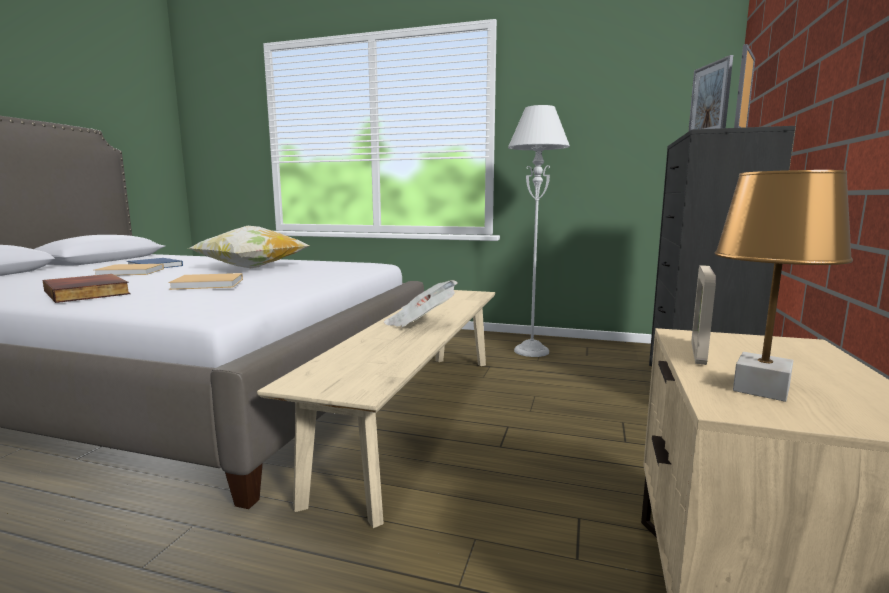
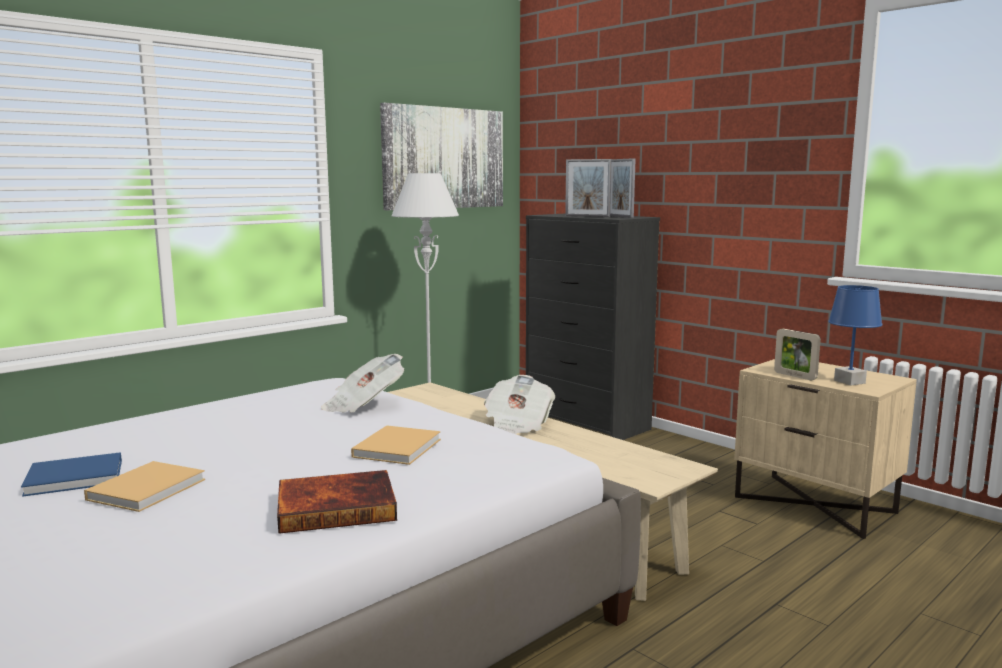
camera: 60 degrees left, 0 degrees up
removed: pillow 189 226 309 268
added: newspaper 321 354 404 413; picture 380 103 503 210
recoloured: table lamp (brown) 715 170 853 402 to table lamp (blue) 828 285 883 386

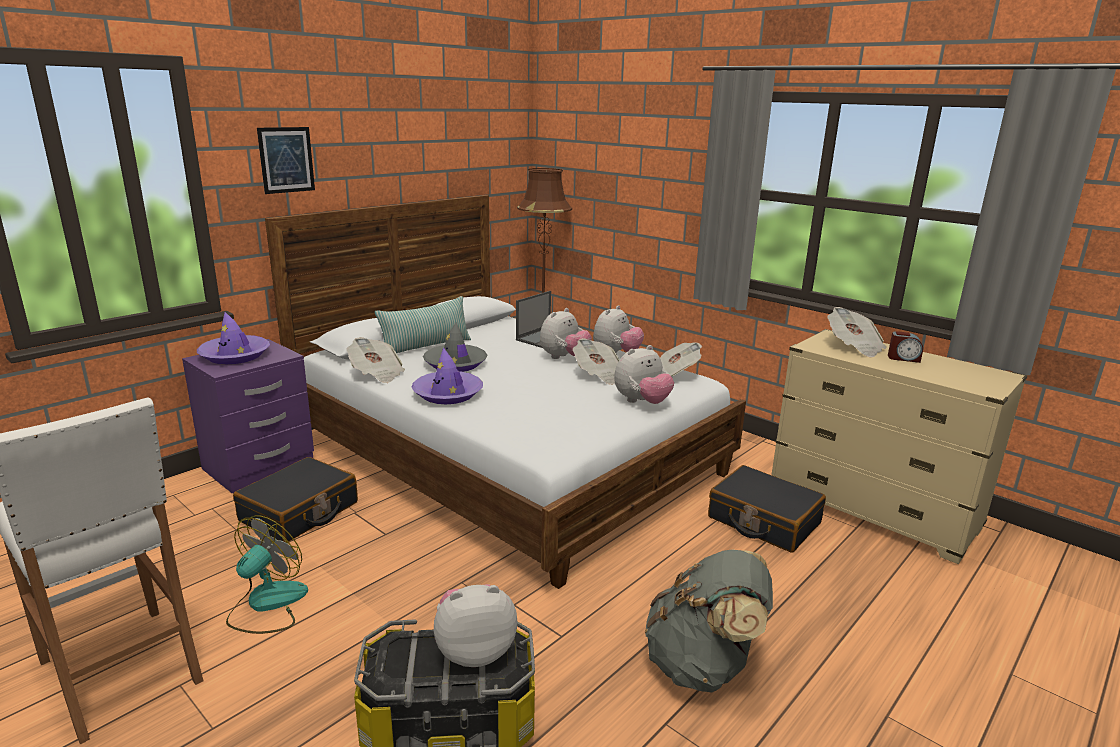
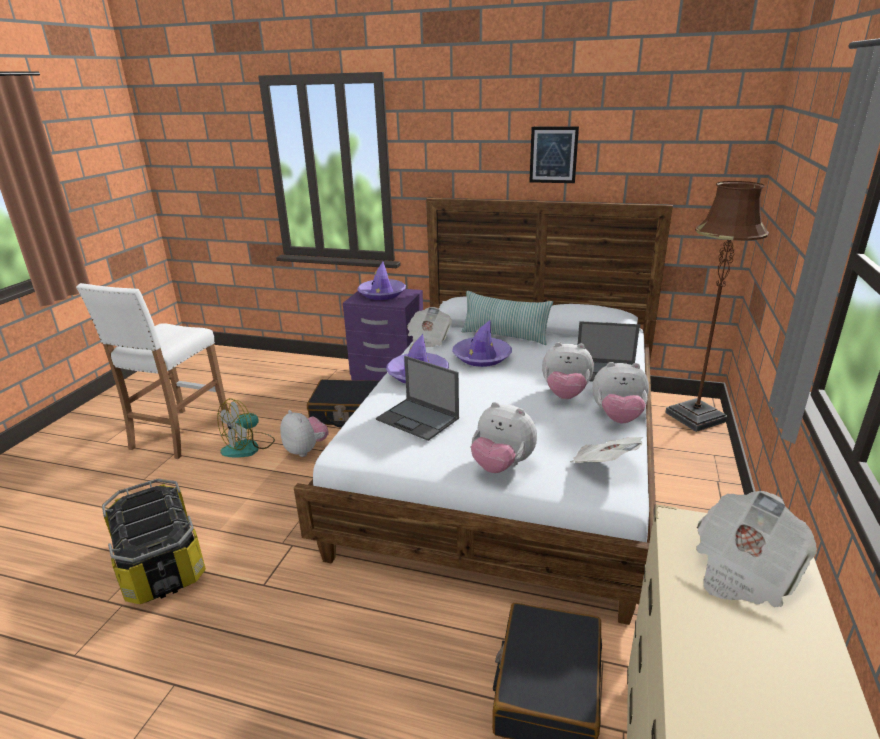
camera: 65 degrees right, 5 degrees up
removed: newspaper 573 338 620 385; backpack (grey) 645 549 773 692; alarm clock 888 331 923 363
added: laptop 376 356 459 441
moved: picture 257 127 315 194 to 529 126 579 183; plush toy 434 584 518 667 to 280 410 329 457
recoloured: hat (grey) 423 322 487 372 to hat (purple) 452 320 512 367
turned: fan 226 516 308 634 = 217 398 275 457 135 degrees clockwise

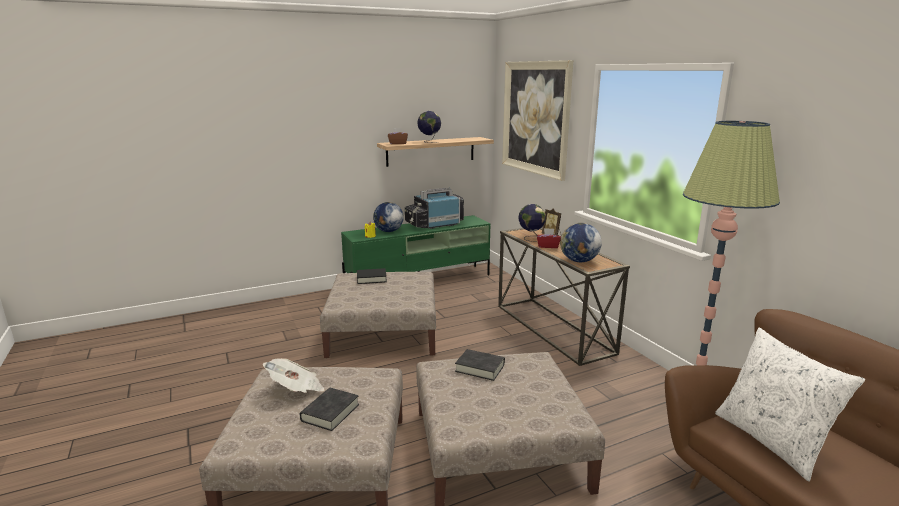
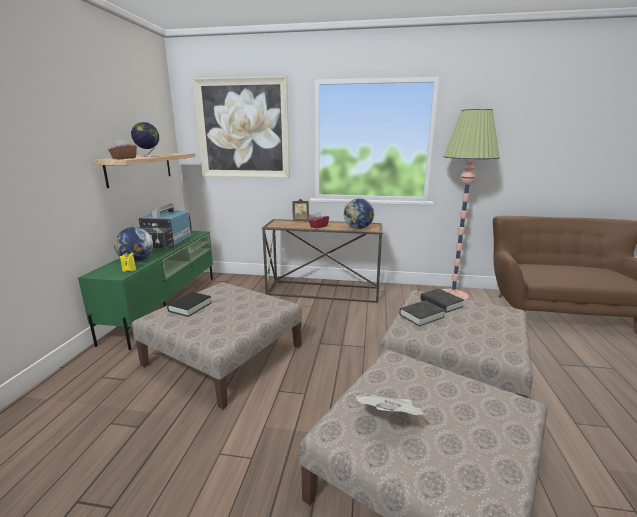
camera: 55 degrees left, 0 degrees up
removed: globe 518 204 546 242; pillow (white) 715 328 865 482
moved: book (black) 300 388 359 431 to 420 288 464 313

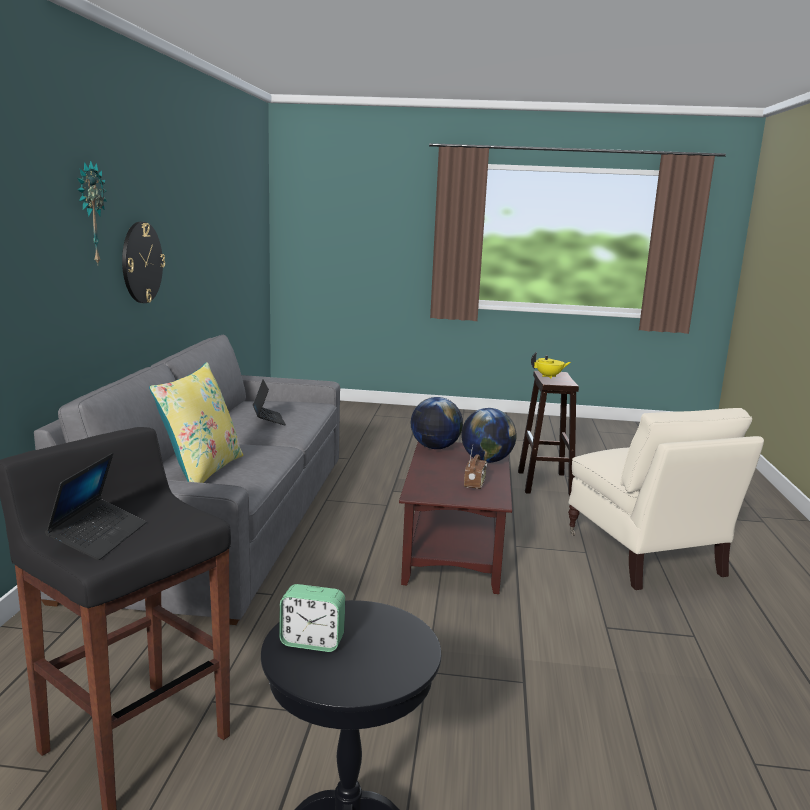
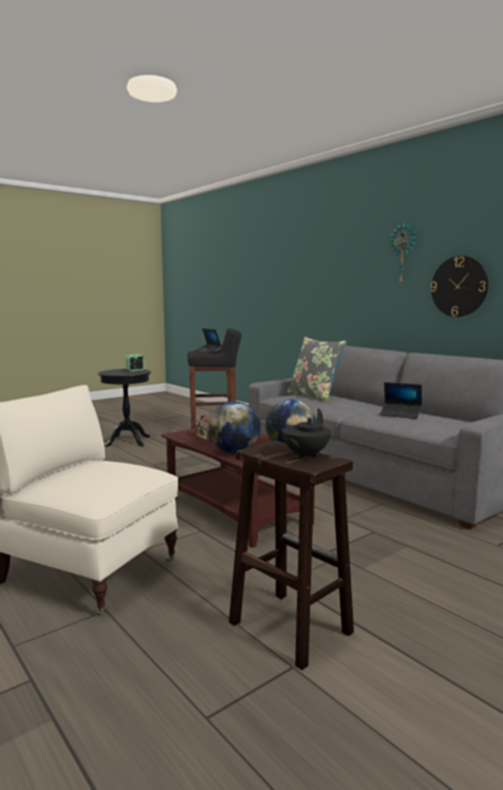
camera: 135 degrees right, 5 degrees down
recoloured: pillow (yellow) 149 362 243 483 to pillow (grey) 287 337 347 402; teapot (yellow) 531 352 571 379 to teapot (black) 282 409 331 458

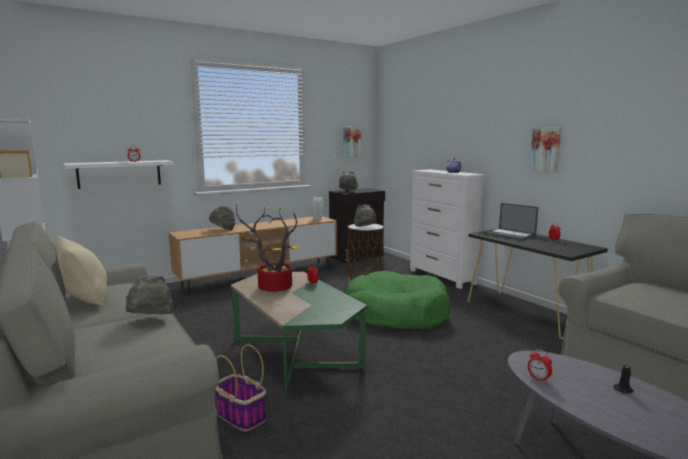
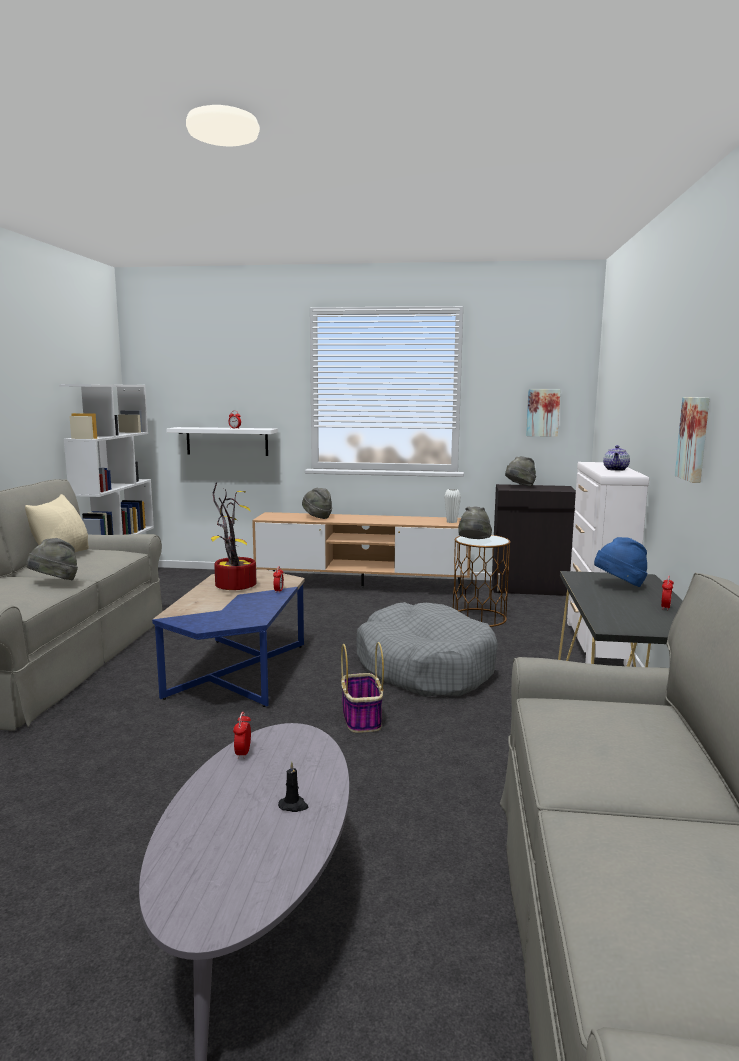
camera: 40 degrees right, 0 degrees up
moved: basket 215 344 266 431 to 341 642 384 733
replaced: laptop 485 203 538 241 to hat (blue) 594 537 647 587
recoloured: coffee table (green) 231 272 367 394 to coffee table (blue) 152 569 305 707; dog bed (green) 345 271 450 329 to dog bed (grey) 356 602 497 697

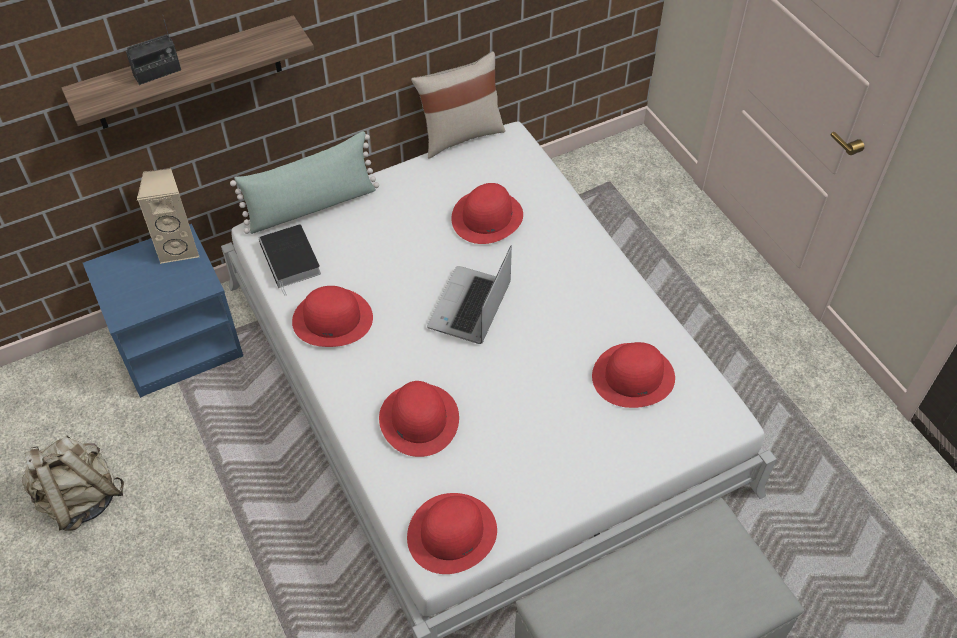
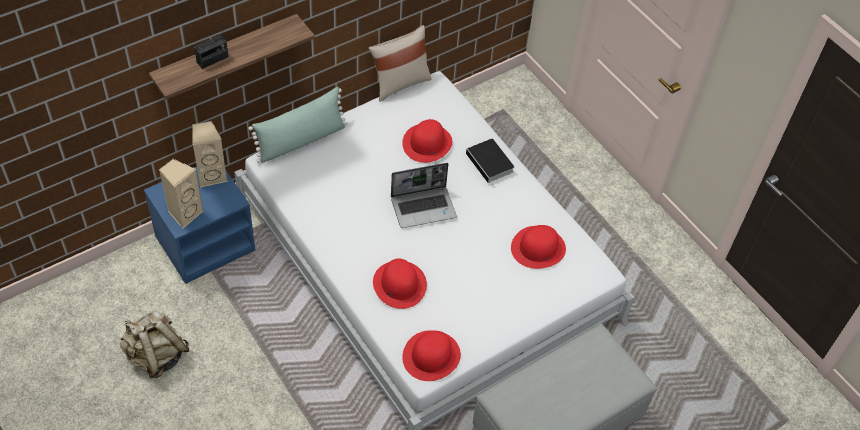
camera: 10 degrees left, 0 degrees up
removed: hat (red) 292 286 373 347
added: speaker (beige) 159 159 203 228
moved: book 258 224 321 296 to 466 138 515 187
turned: laptop 427 245 512 344 = 391 163 457 228 120 degrees counterclockwise

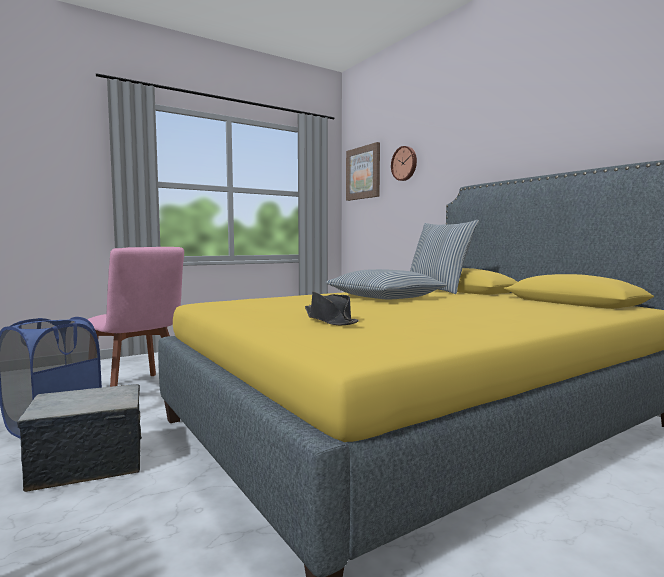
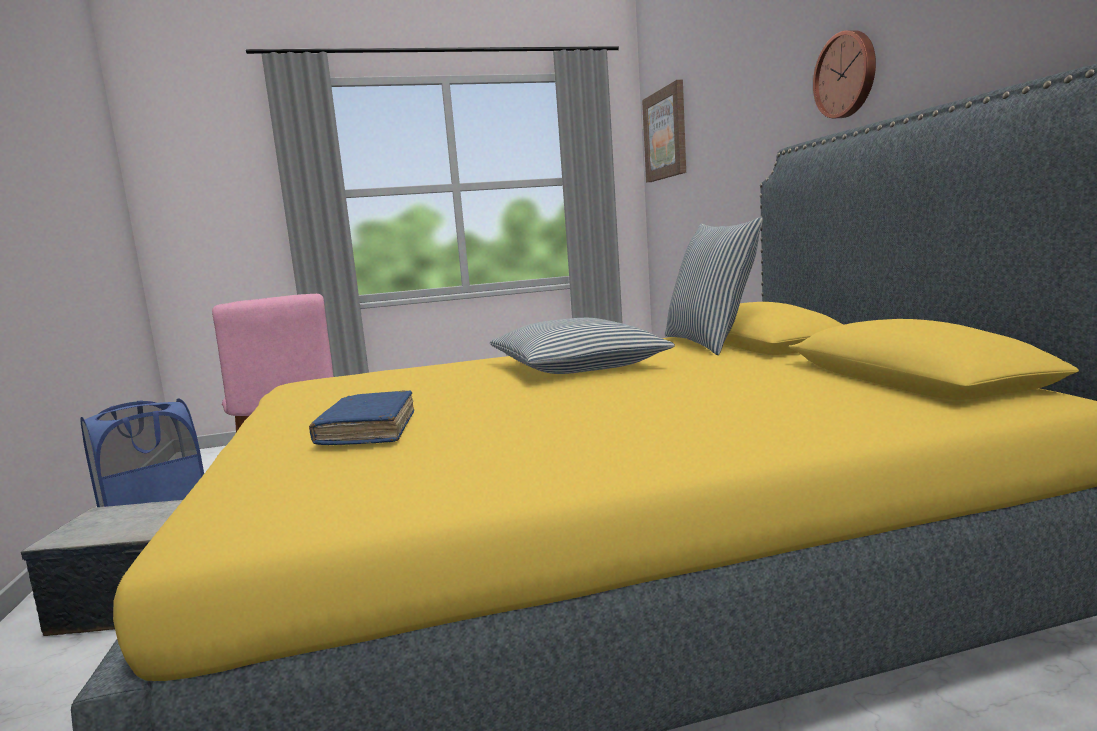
camera: 20 degrees right, 5 degrees up
moved: wall clock 391 146 417 181 to 813 30 876 118
replaced: hat (black) 305 291 359 325 to book (blue) 309 390 414 445

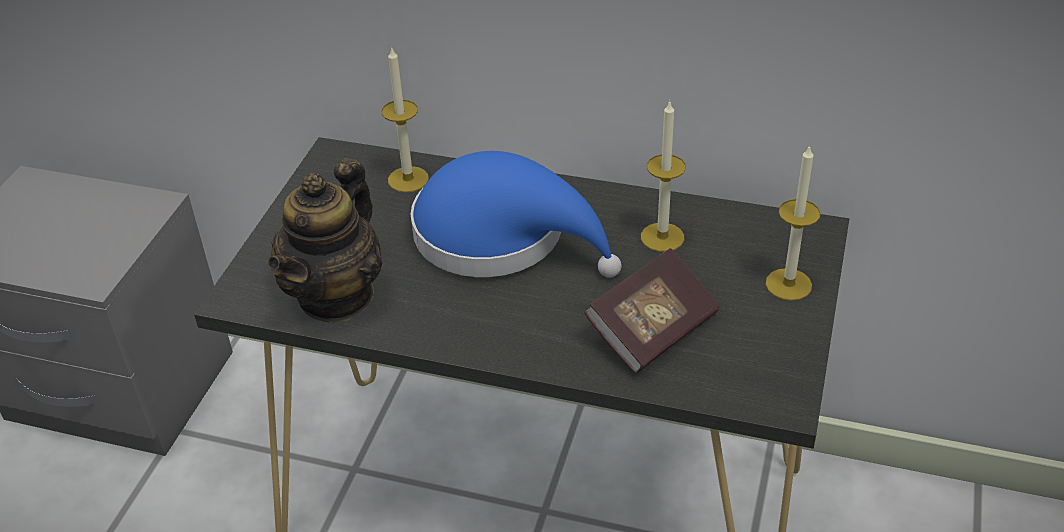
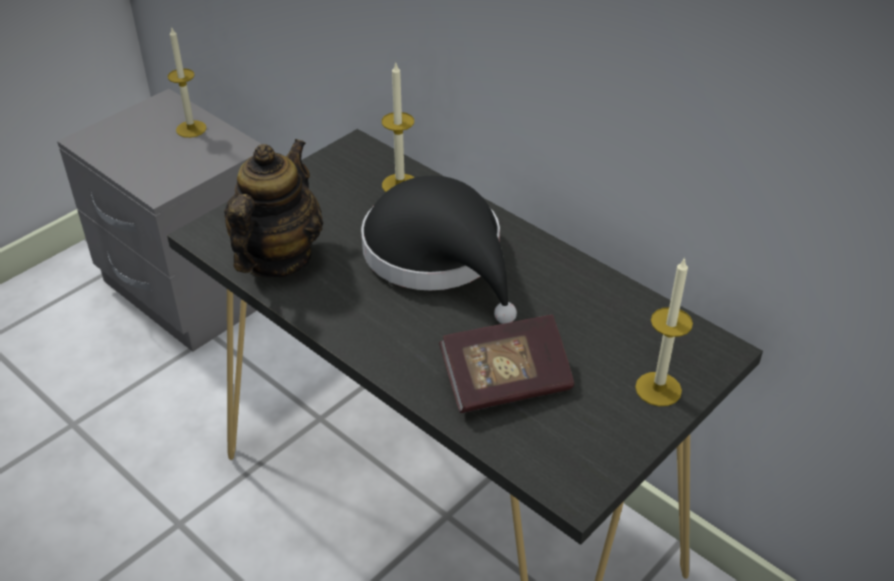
camera: 25 degrees right, 0 degrees up
moved: candle 641 100 686 252 to 168 26 207 138
recoloured: hat (blue) 410 151 622 278 to hat (black) 361 176 517 324
turned: teapot 268 158 383 322 = 224 139 323 278 150 degrees clockwise

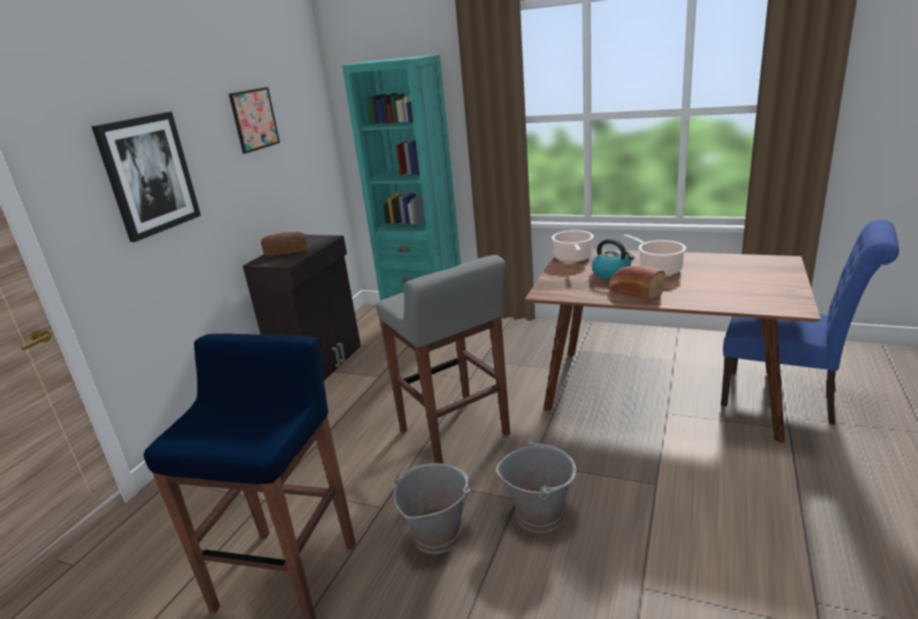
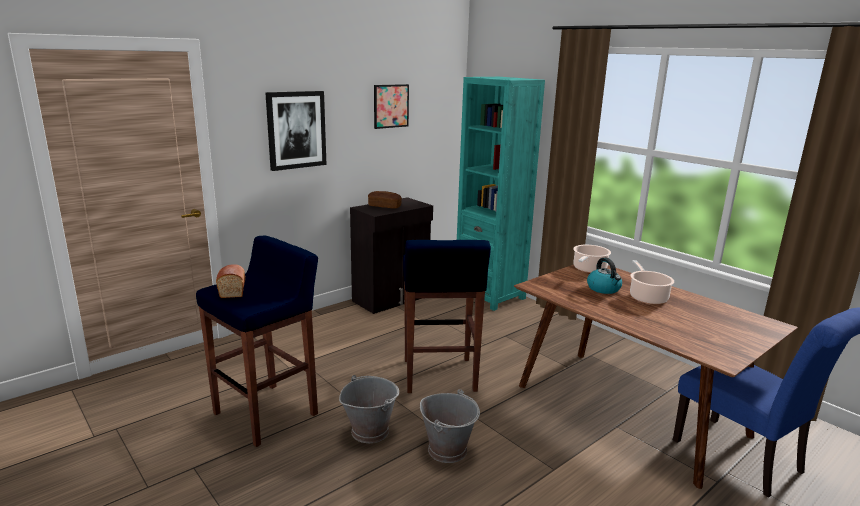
camera: 25 degrees right, 5 degrees down
moved: bread 609 266 665 301 to 216 264 246 298
recoloured: stool (grey) 376 255 510 464 to stool (blue) 403 240 491 393

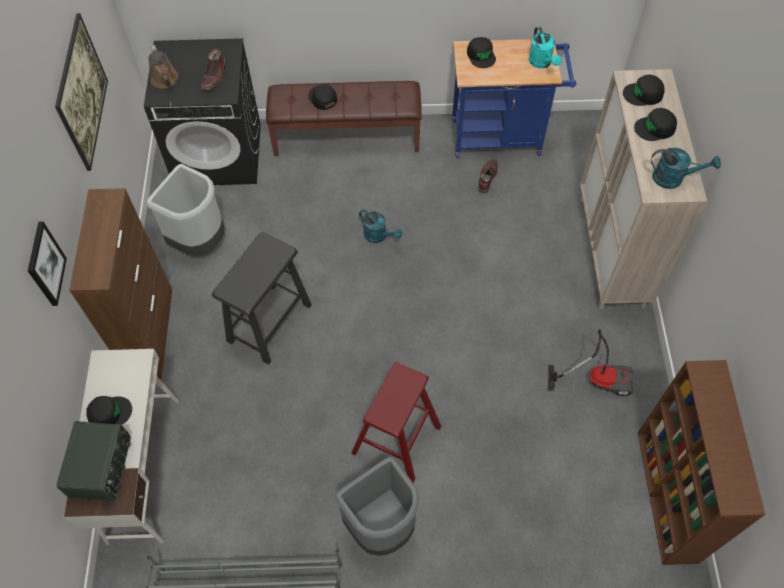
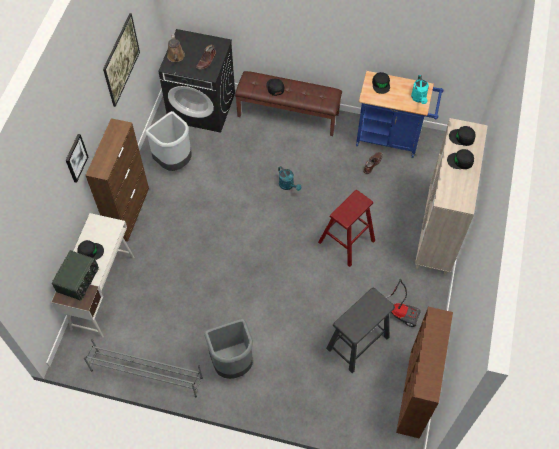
camera: 15 degrees right, 0 degrees up
removed: watering can (turquoise) 651 147 721 189
moved: stool (black) 212 232 312 364 to 326 288 395 373; stool (red) 351 362 441 483 to 318 190 375 267

